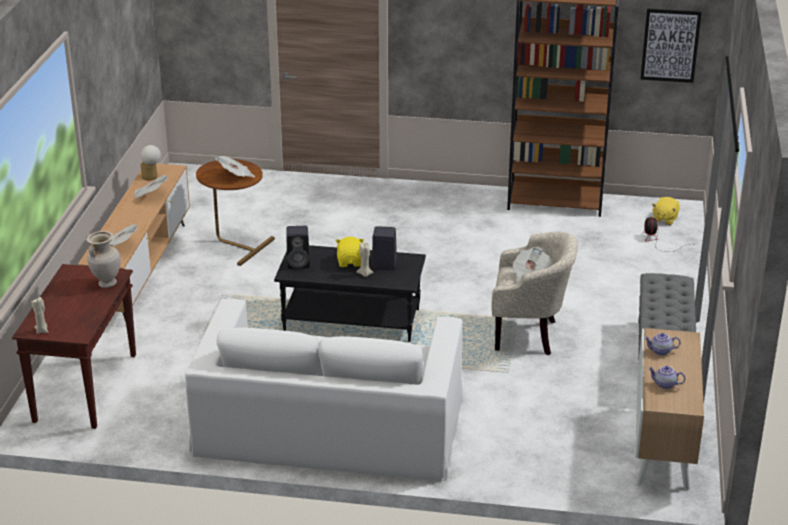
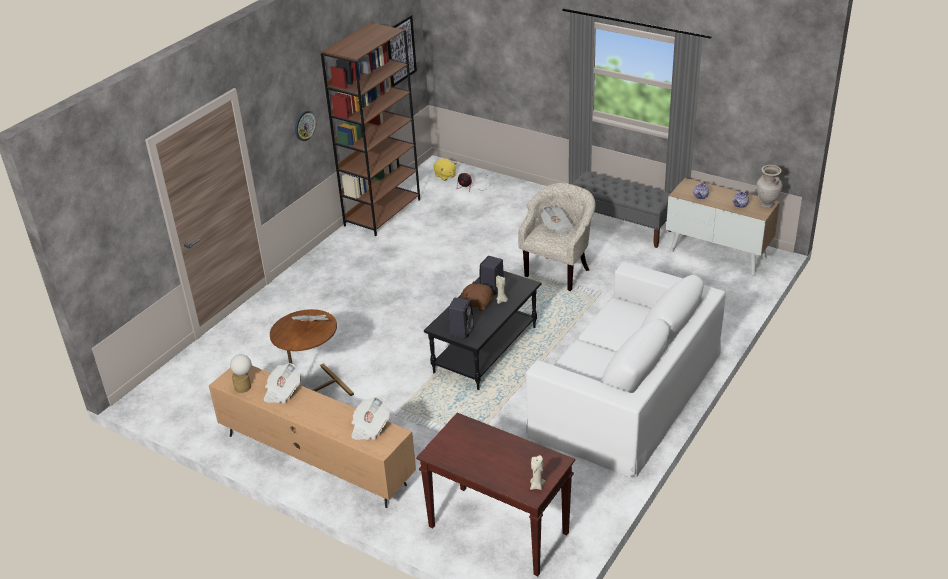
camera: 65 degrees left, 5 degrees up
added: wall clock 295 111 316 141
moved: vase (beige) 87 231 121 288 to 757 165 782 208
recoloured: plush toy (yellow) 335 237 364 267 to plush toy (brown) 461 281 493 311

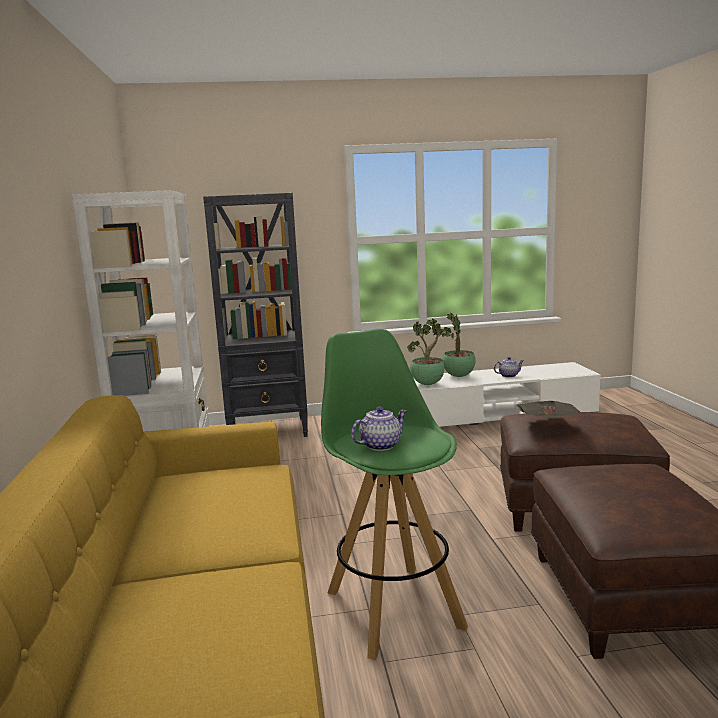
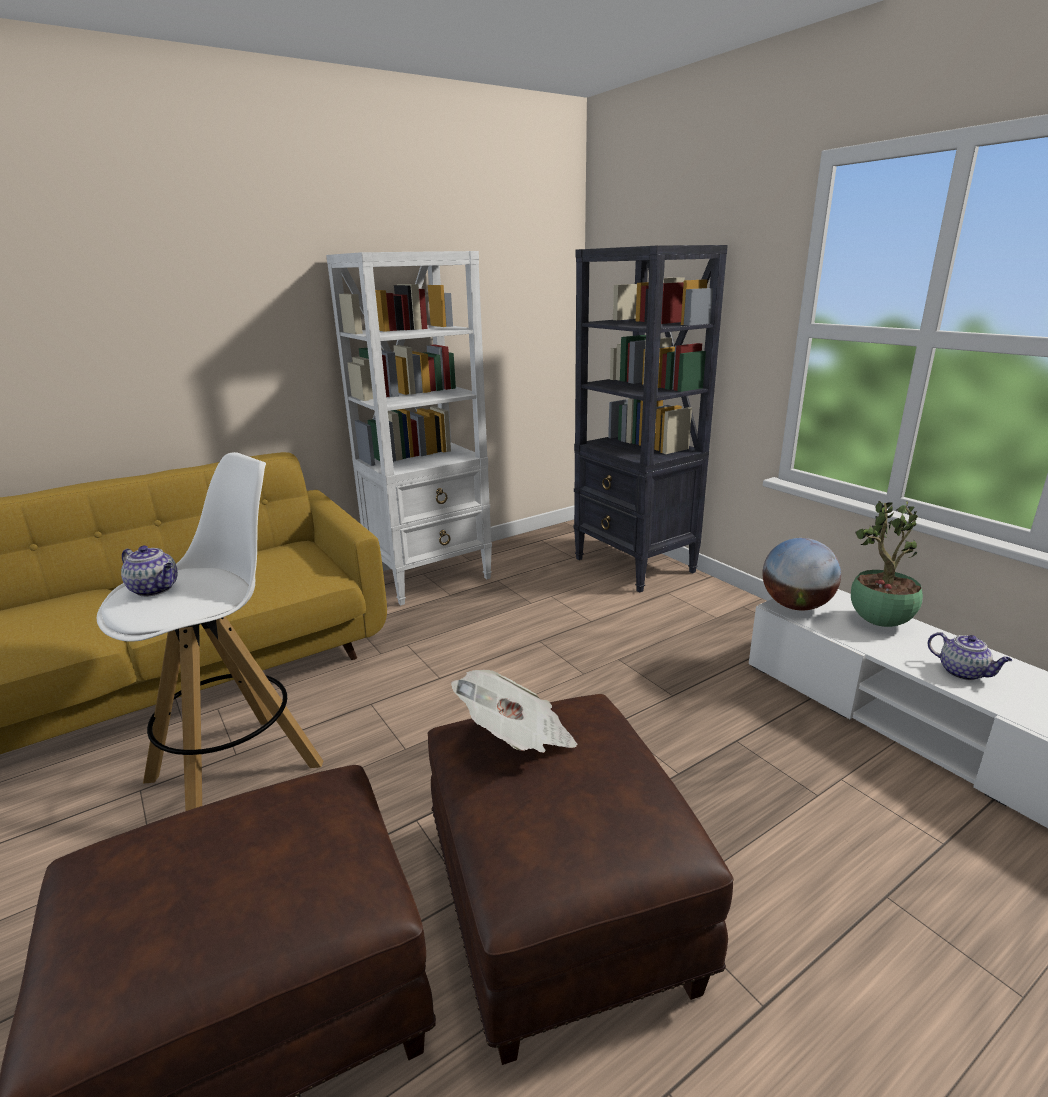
camera: 65 degrees right, 10 degrees up
replaced: potted plant 407 318 451 385 to globe 762 538 841 611
recoloured: stool (green) 321 329 468 660 to stool (white) 97 452 323 811

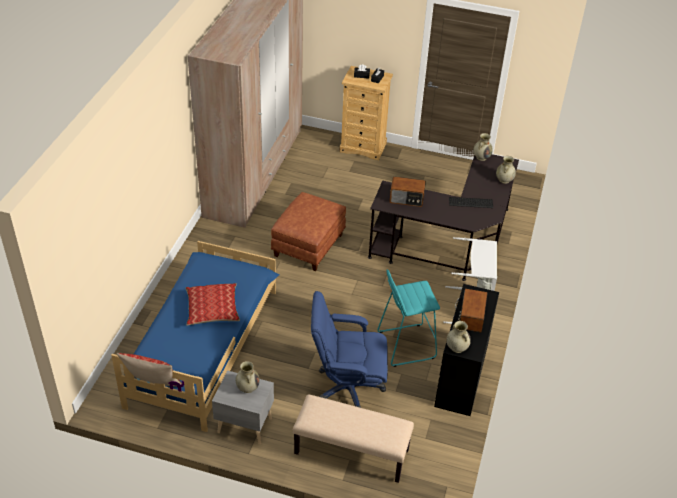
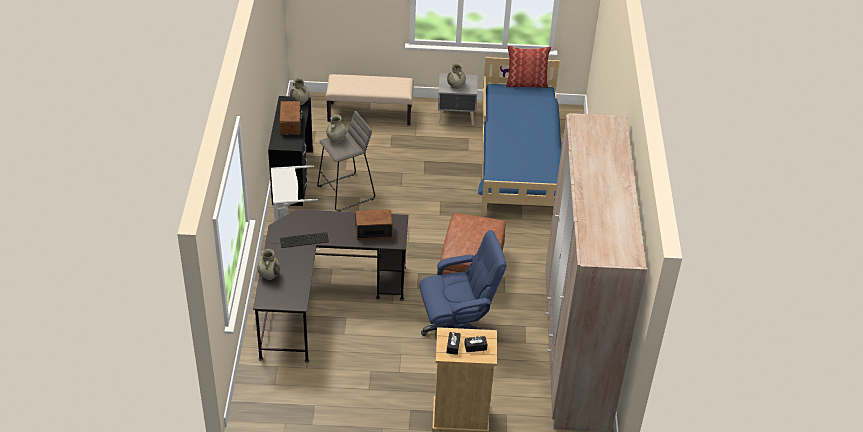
camera: 165 degrees right, 0 degrees up
removed: pillow 186 283 240 326
moved: office chair (blue) 311 291 388 408 to 419 230 506 336; vase (beige) 473 133 493 161 to 326 114 346 143
recoloured: stool (turquoise) 377 269 440 367 to stool (grey) 317 111 375 211

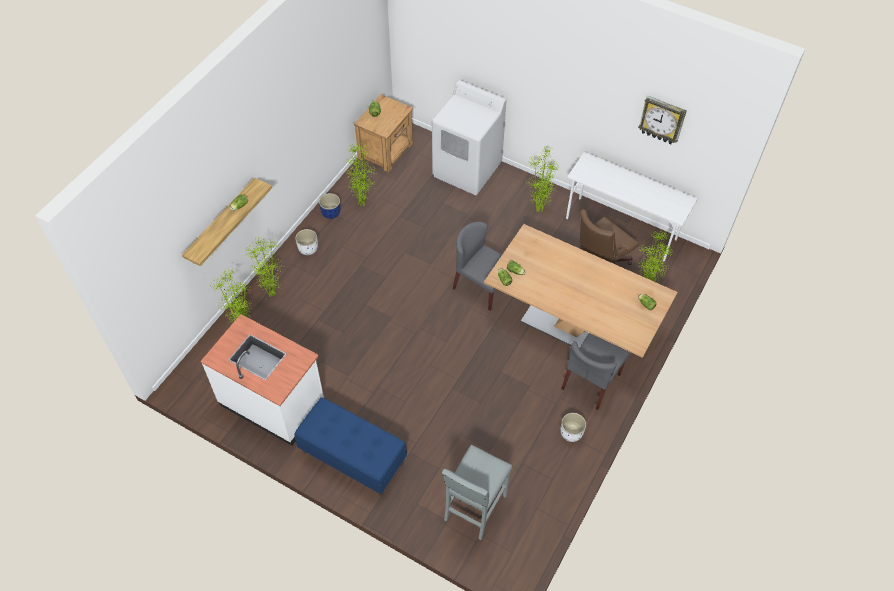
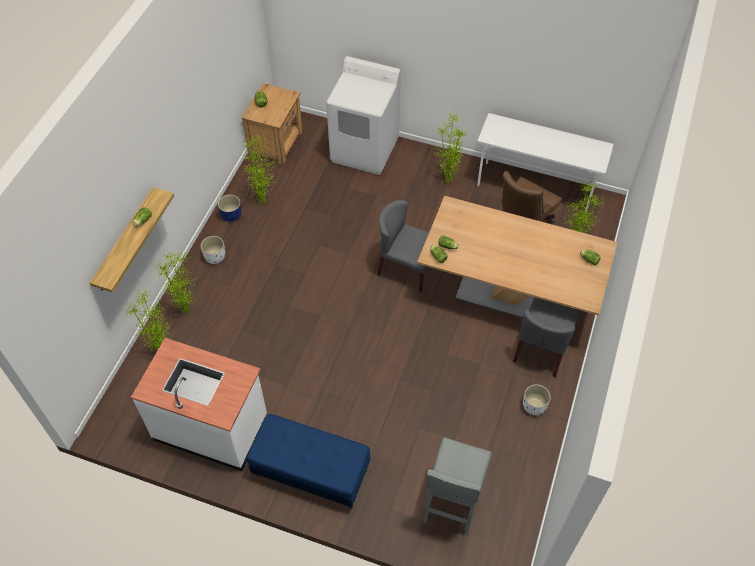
camera: 10 degrees left, 0 degrees up
removed: wall clock 638 96 687 144

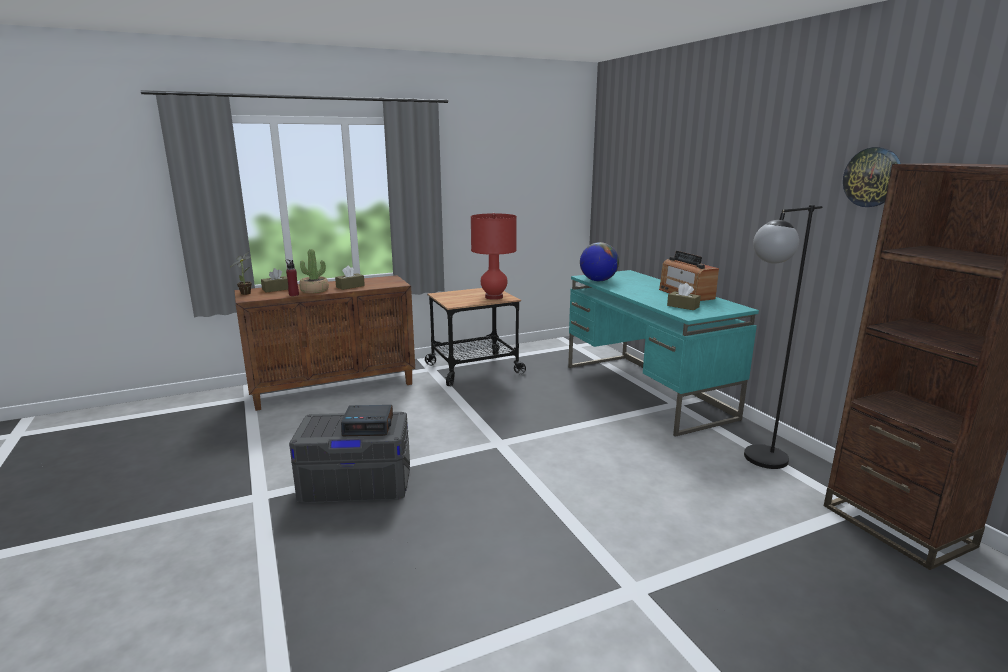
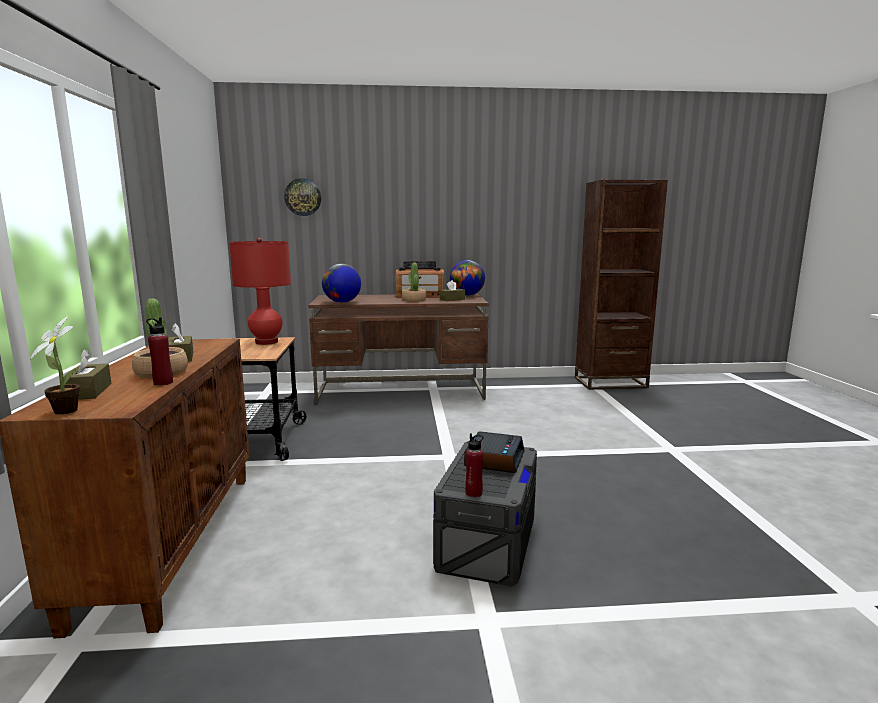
camera: 70 degrees left, 5 degrees down
removed: floor lamp (black) 744 205 822 469
added: potted plant 402 263 427 302; globe 450 260 485 296; bottle (red) 465 433 484 497
moved: wall clock 843 147 901 207 to 284 178 321 216
recoloured: desk (turquoise) 568 270 759 437 to desk (brown) 308 294 489 404

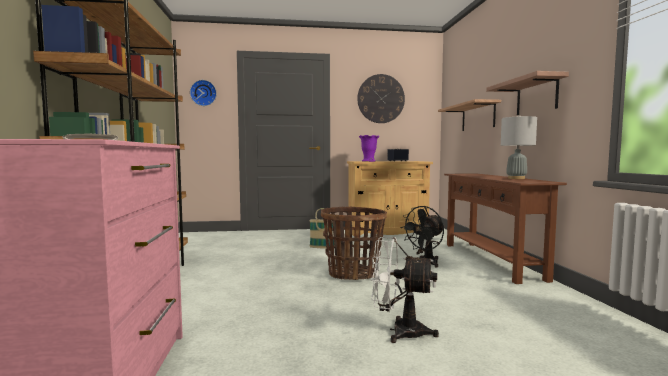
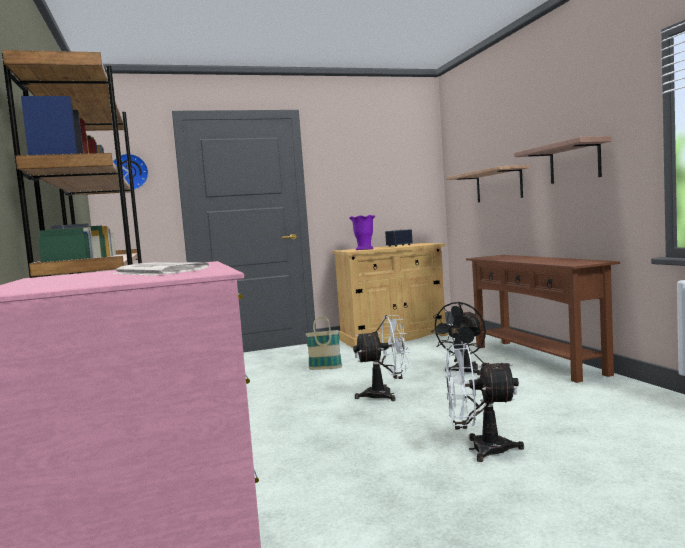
camera: 10 degrees left, 0 degrees up
removed: wall clock 357 74 405 123; table lamp (grey) 501 115 537 179
replaced: basket 321 207 387 280 to fan (white) 353 315 410 401

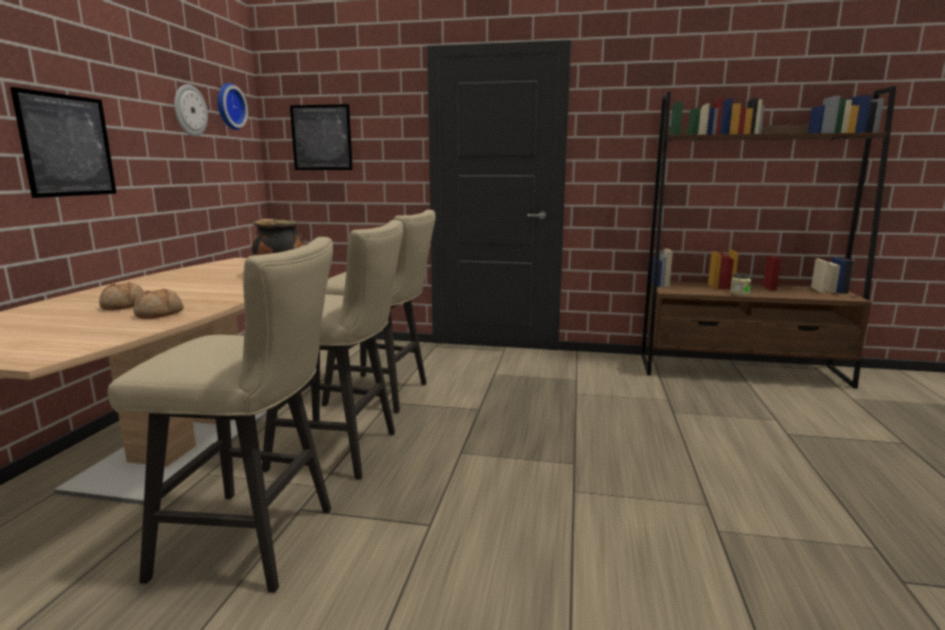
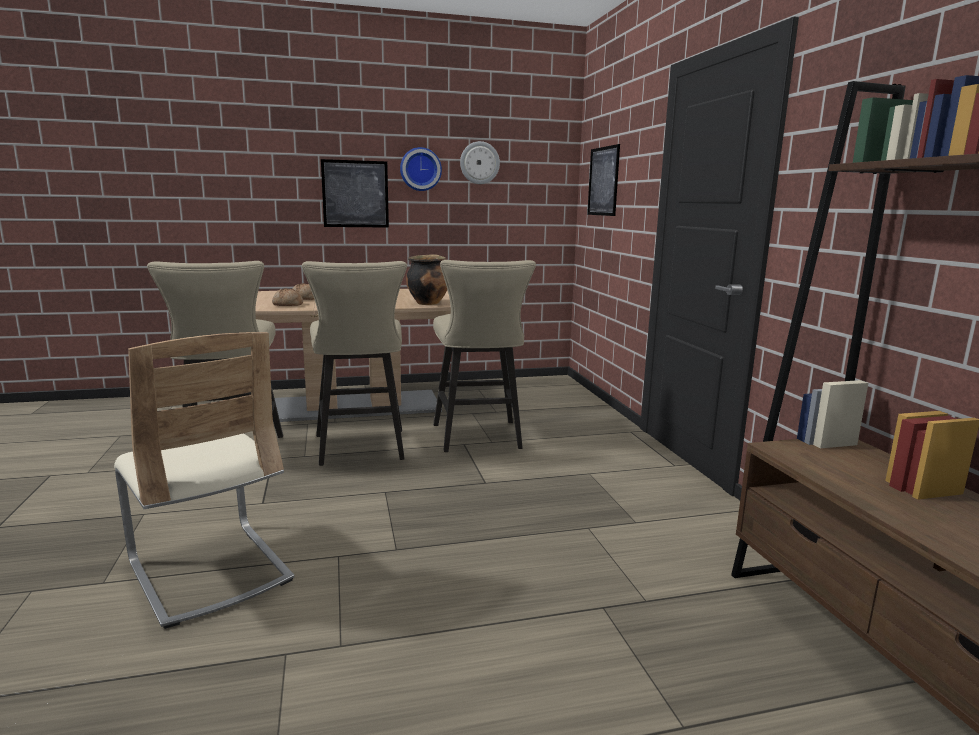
camera: 65 degrees right, 0 degrees up
removed: jar 730 273 751 295
added: chair (beige) 114 332 294 629
moved: wall clock 217 83 248 130 to 400 147 442 191

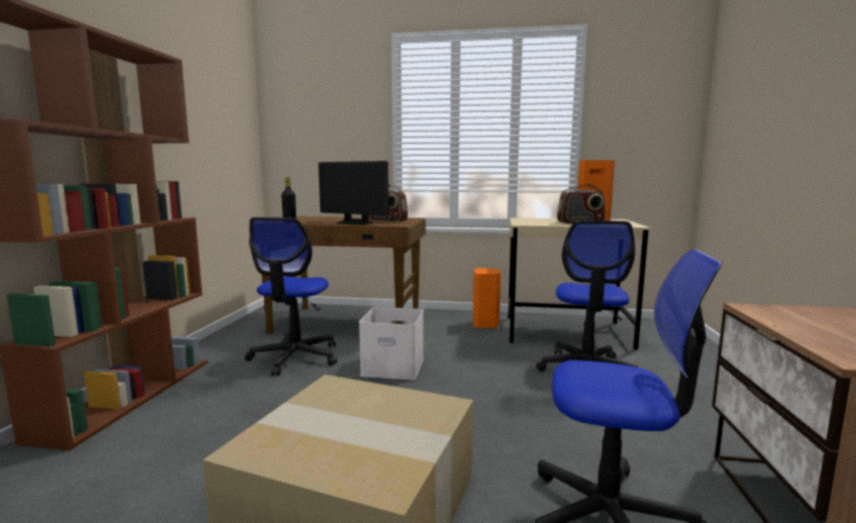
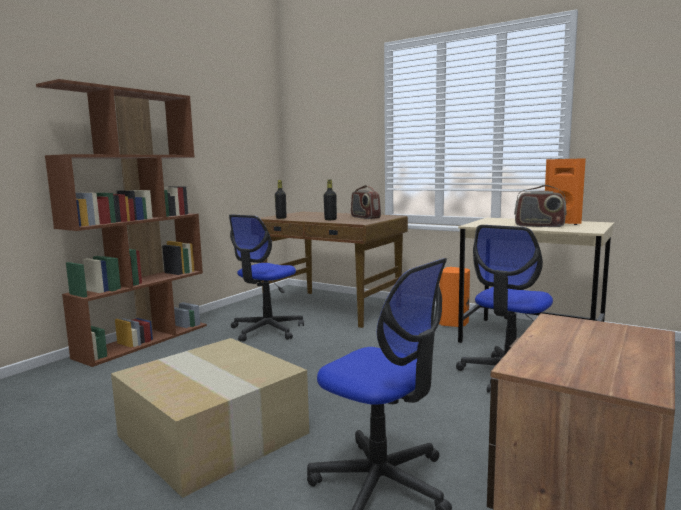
camera: 25 degrees right, 0 degrees up
removed: storage box (white) 359 307 424 380
replaced: monitor 318 161 389 225 to bottle (black) 324 180 337 220

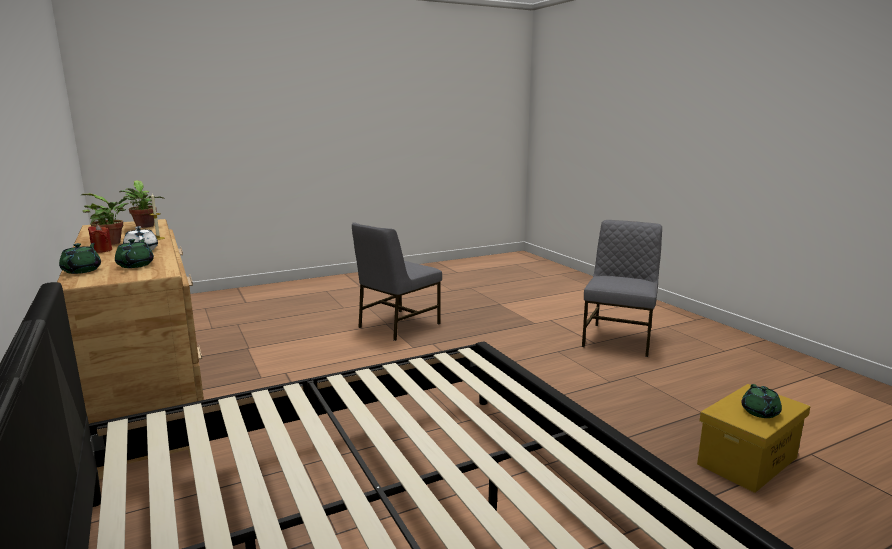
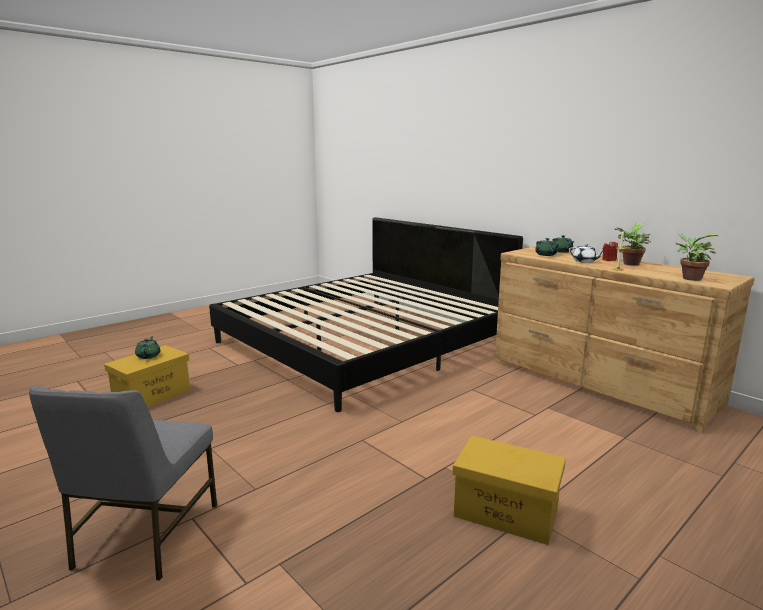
camera: 165 degrees right, 0 degrees up
replaced: chair (grey) 352 222 442 341 to storage box (yellow) 452 436 566 545

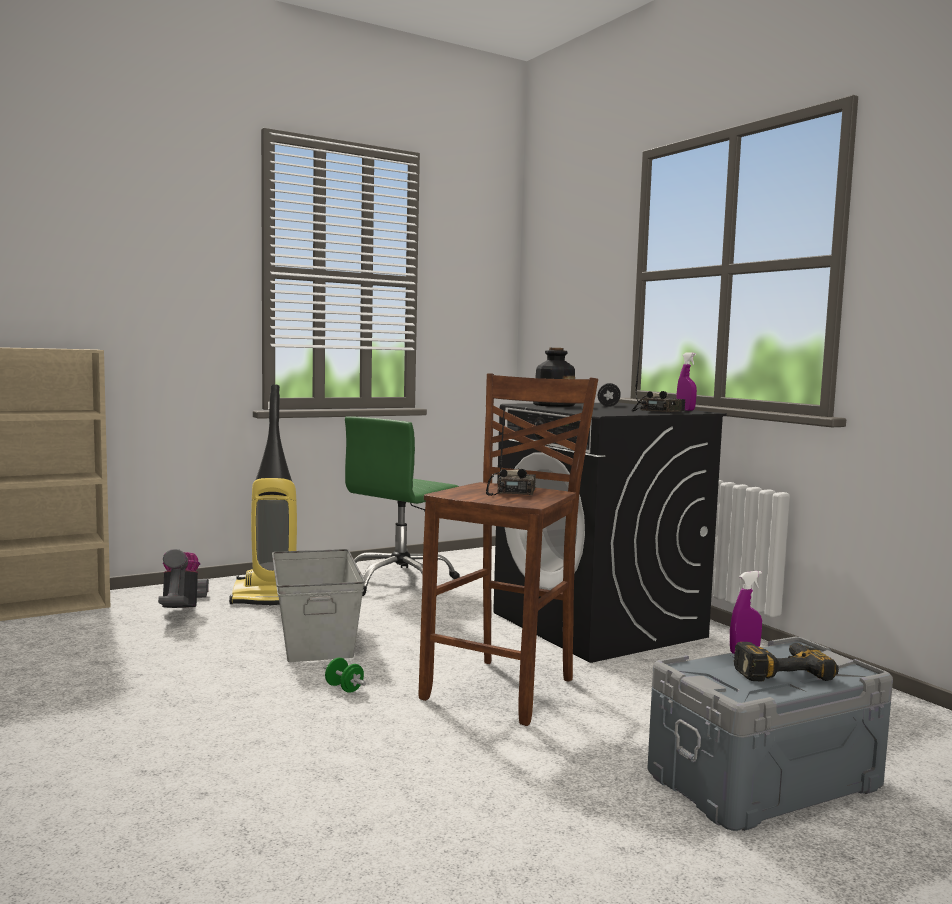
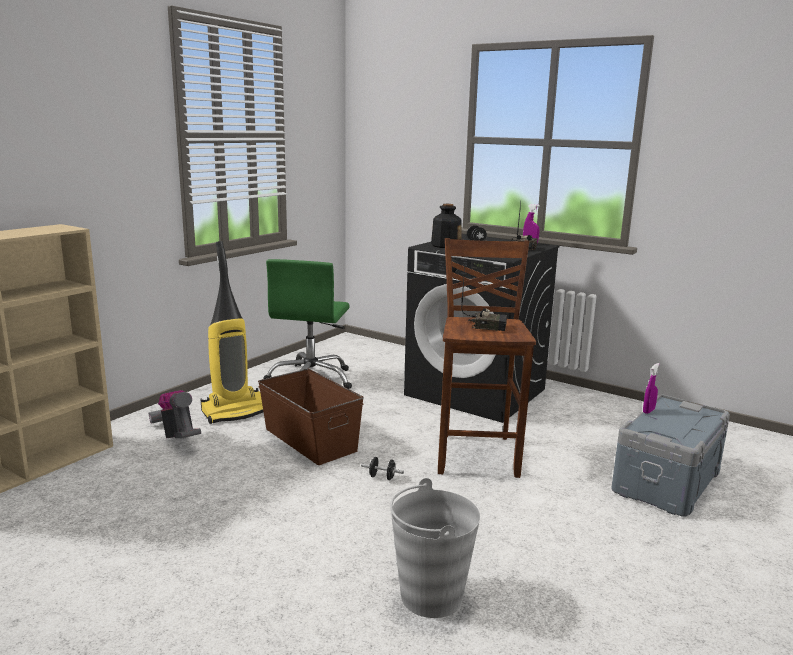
camera: 25 degrees left, 10 degrees up
removed: power drill 734 642 839 681
added: bucket (grey) 390 478 480 618
recoloured: storage box (grey) 272 549 365 662 to storage box (brown) 258 369 364 465; dumbbell (green) 323 658 366 693 to dumbbell (black) 361 457 404 480
turned: radio 486 412 536 496 = 461 266 507 331 120 degrees clockwise

